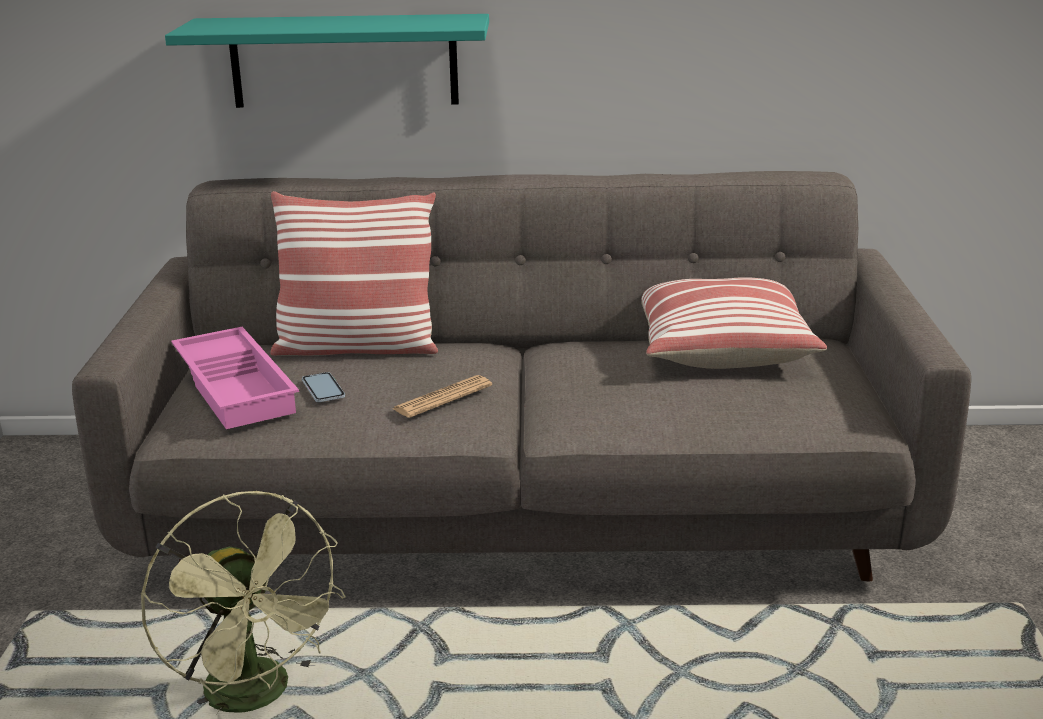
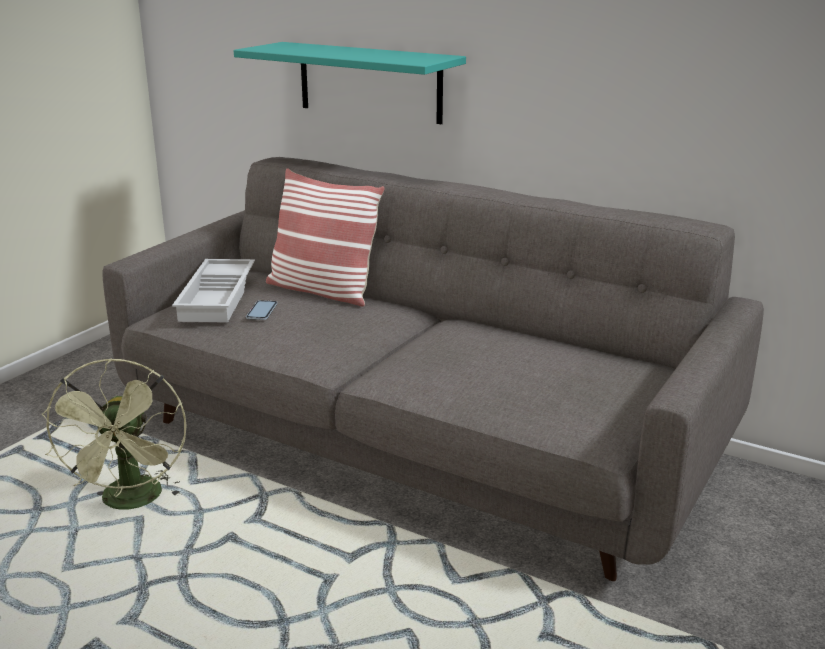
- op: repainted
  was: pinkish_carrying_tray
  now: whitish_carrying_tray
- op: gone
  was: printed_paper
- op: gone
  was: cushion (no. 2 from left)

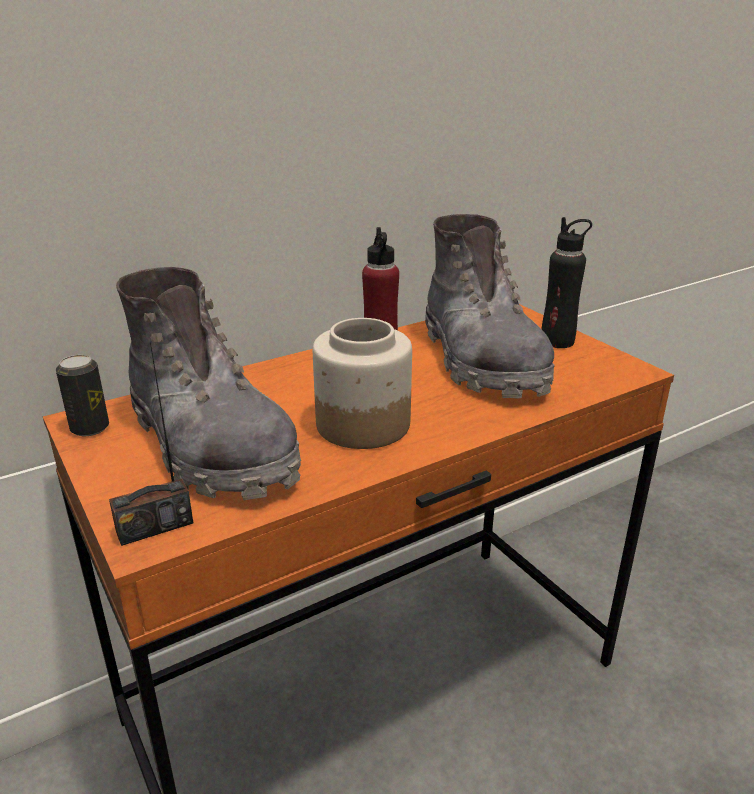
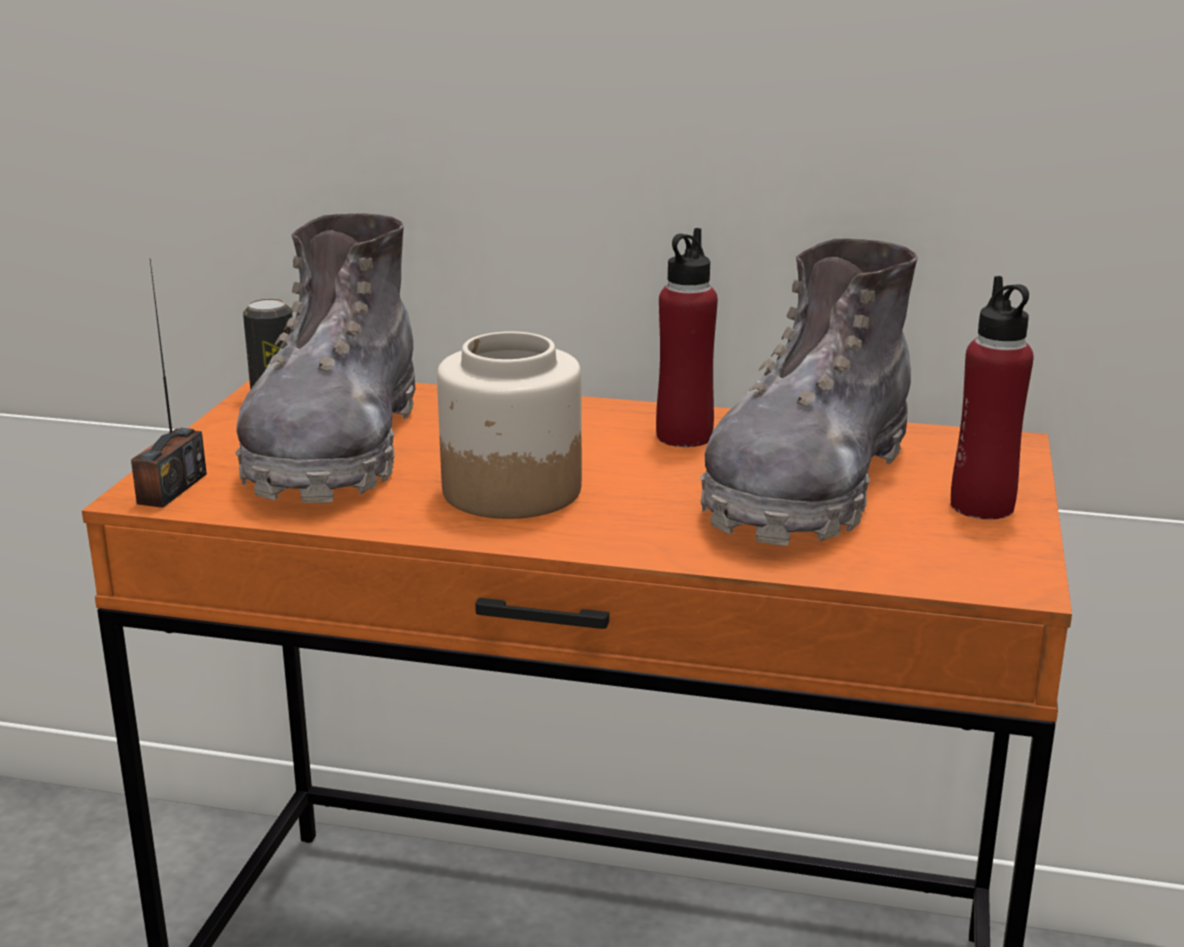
- op: rotated
  was: radio_set
  clockwise: -90
- op: repainted
  was: black_drink_bottle
  now: reddish_drink_bottle (no. 2 from left)

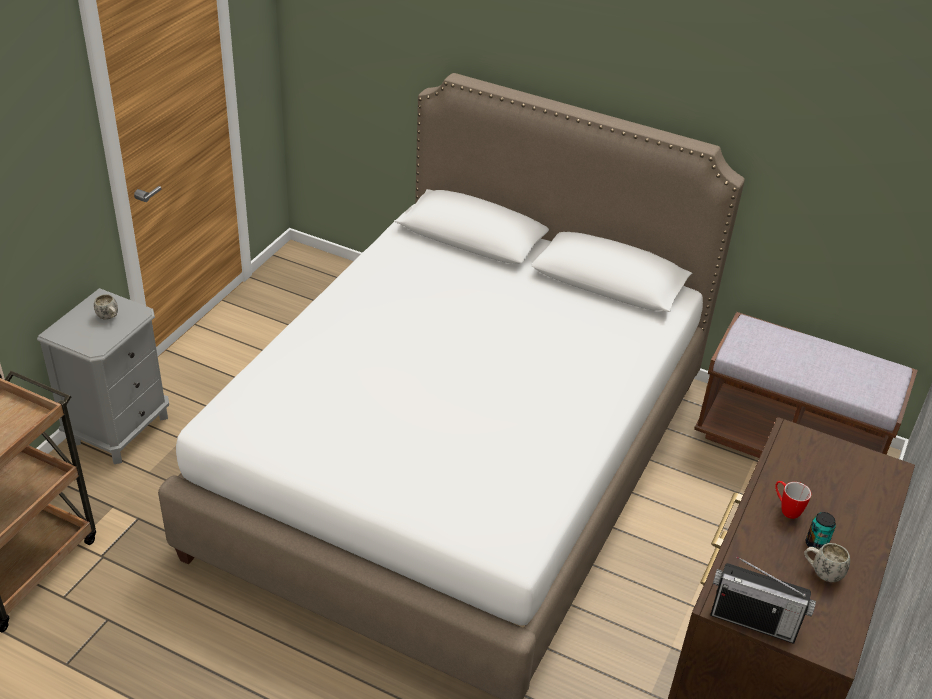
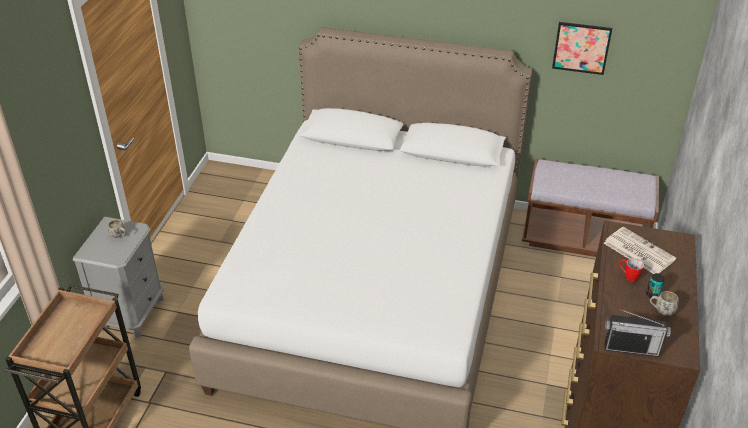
- op: new
  now: picture
- op: new
  now: printed_paper

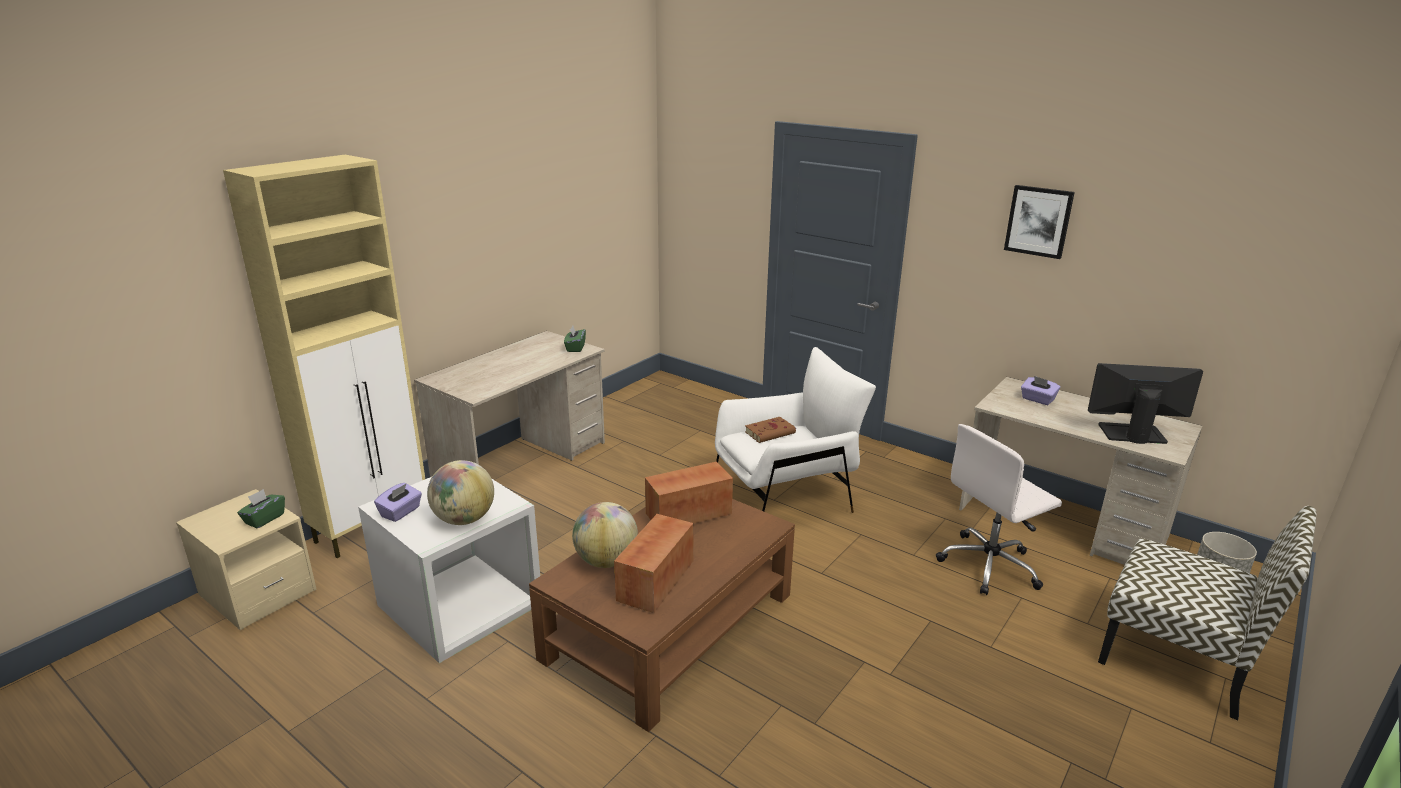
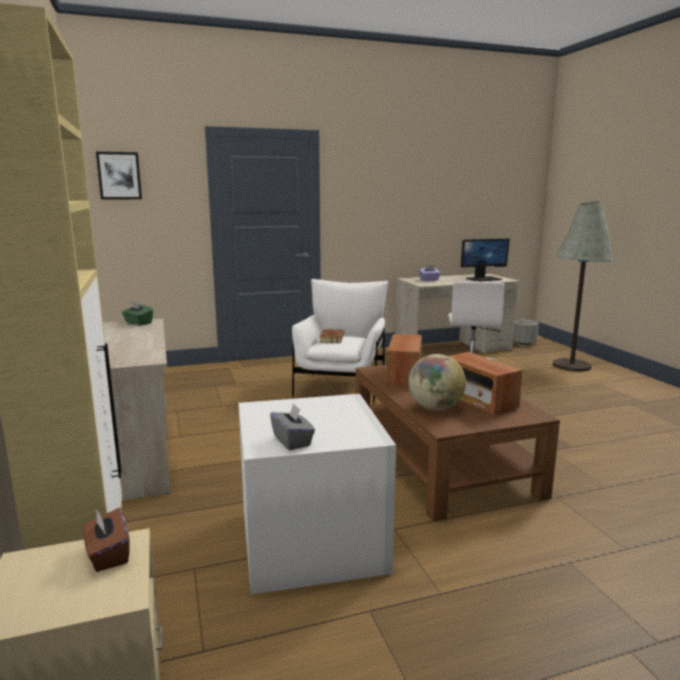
- op: repainted
  was: green-coloured_box_of_tissues (no. 1 from left)
  now: brown-coloured_box_of_tissues
- op: repainted
  was: purplish_box_of_tissues (no. 1 from left)
  now: grey_box_of_tissues
- op: gone
  was: desk_globe (no. 1 from left)
- op: shifted
  was: picture
- op: rotated
  was: monitor
  clockwise: -150
- op: swapped
  was: plain_chair
  now: grey_standing_lamp

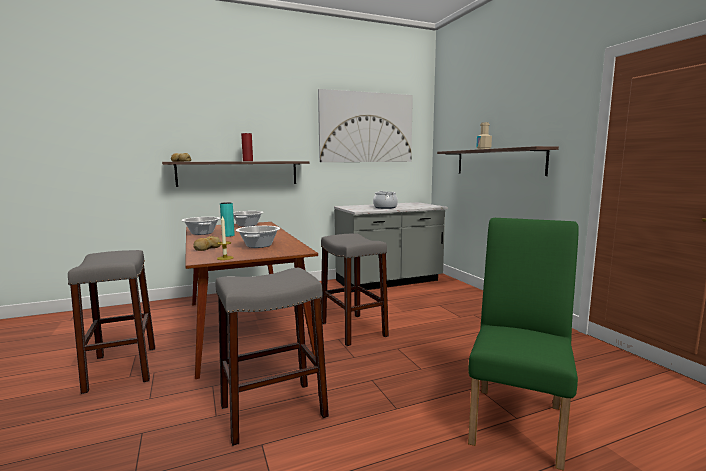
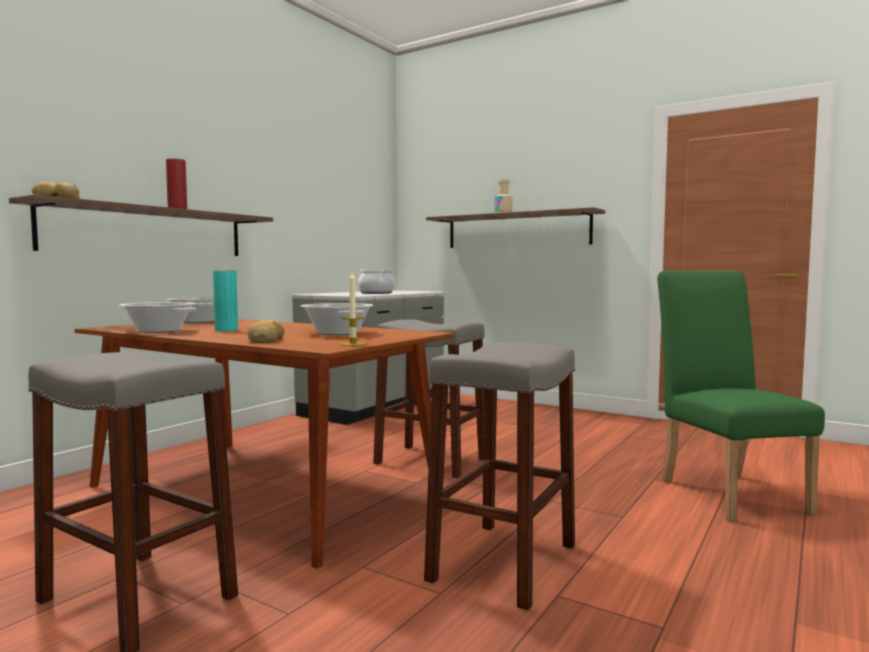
- op: gone
  was: picture

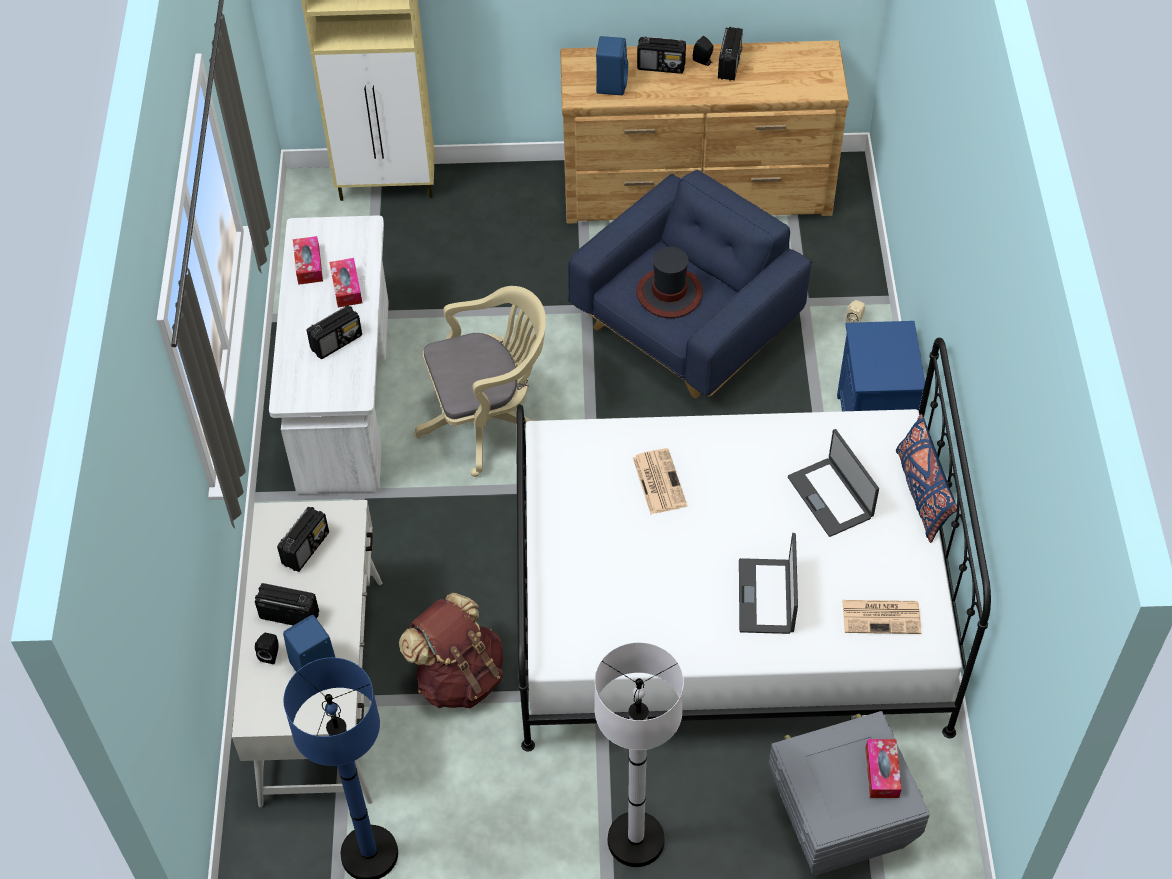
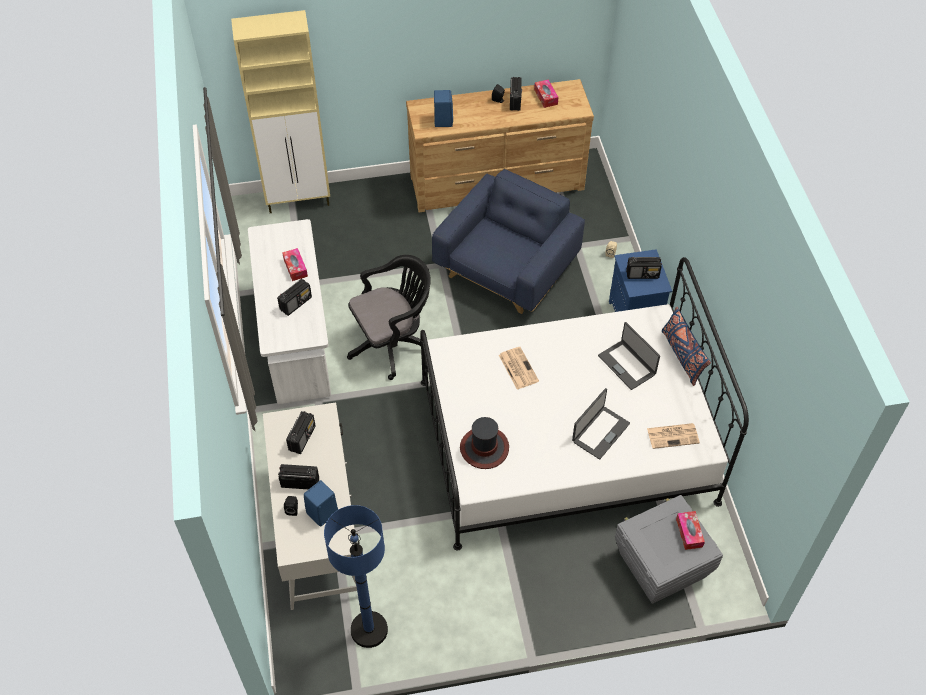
- op: shifted
  was: box_of_tissues (no. 1 from left in the first image)
  now: box_of_tissues (no. 2 from left)
- op: gone
  was: brown-coloured_backpack
- op: repainted
  was: beige-coloured_desk_chair
  now: black_desk_chair
- op: gone
  was: whitish_standing_lamp
- op: shifted
  was: clothing_hat
- op: shifted
  was: radio_set (no. 4 from left in the first image)
  now: radio_set (no. 5 from left)
- op: rotated
  was: portable_computer (no. 1 from left)
  clockwise: -135

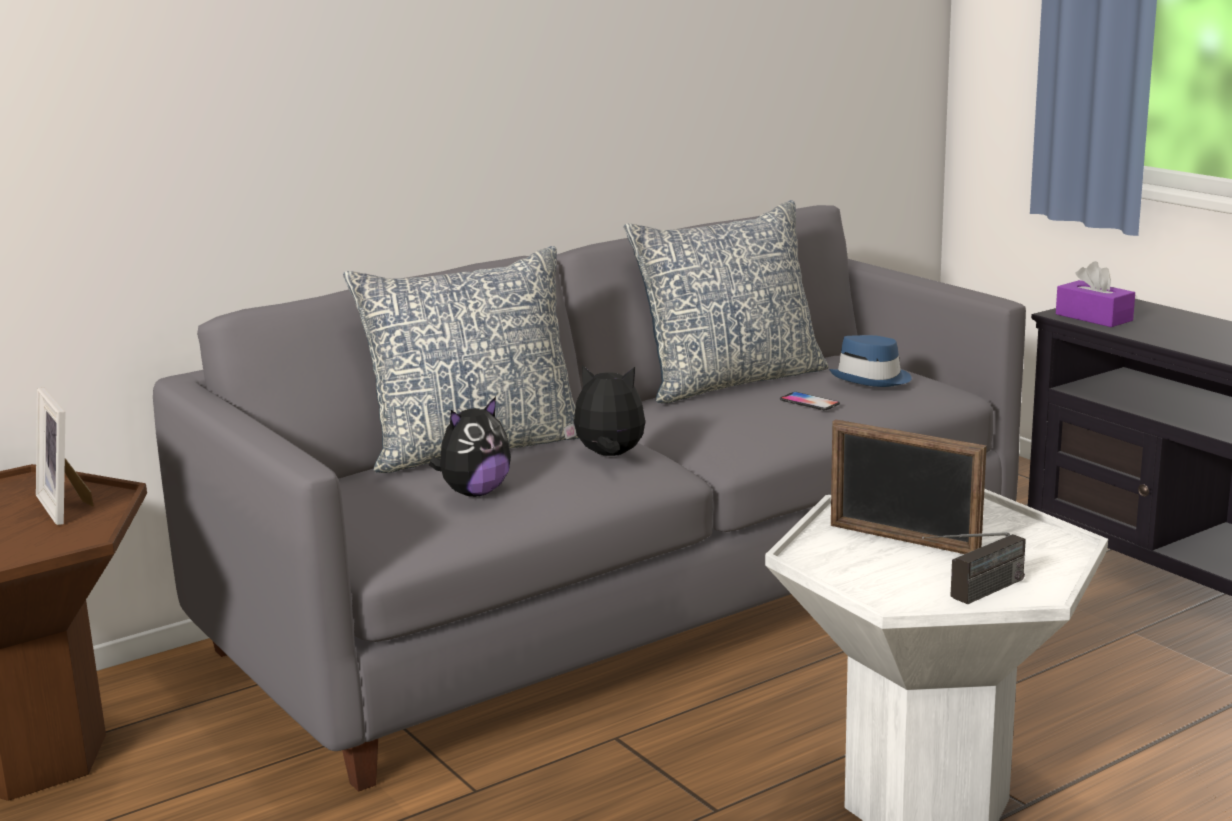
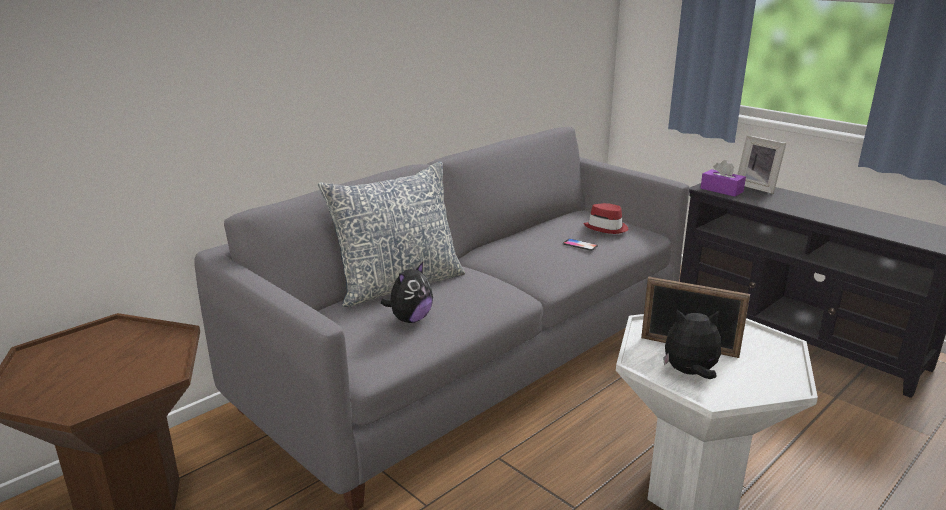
- op: shifted
  was: picture_frame (no. 1 from left in the first image)
  now: picture_frame (no. 2 from left)
- op: shifted
  was: plush_toy (no. 2 from left)
- op: gone
  was: cushion (no. 2 from left)
- op: repainted
  was: bluish_clothing_hat
  now: reddish_clothing_hat
- op: gone
  was: radio_set

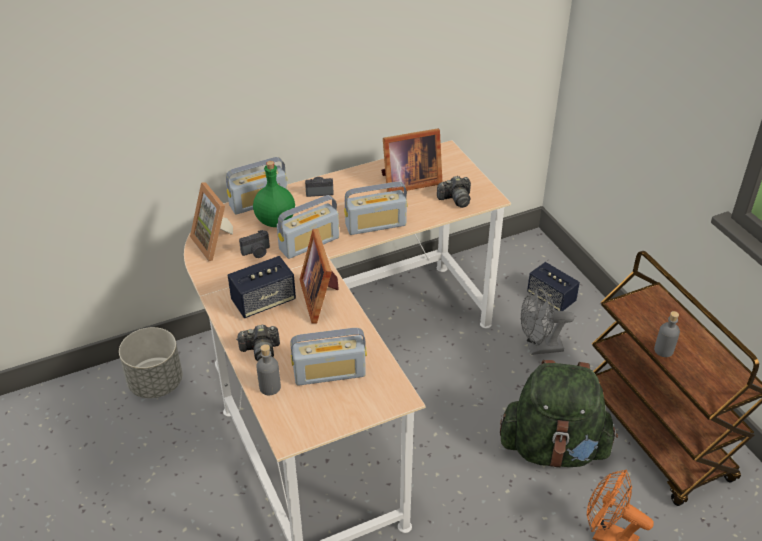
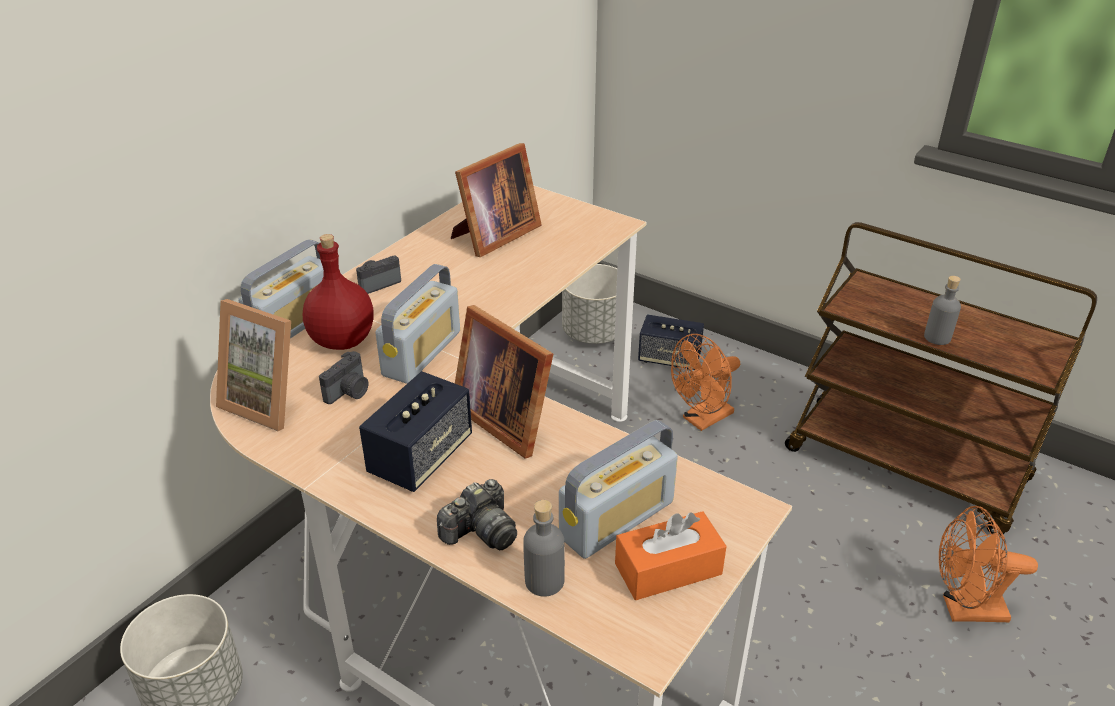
- op: repainted
  was: green-coloured_drink_bottle
  now: reddish_drink_bottle
- op: gone
  was: radio_set (no. 4 from left)
- op: gone
  was: still_camera (no. 4 from left)
- op: gone
  was: green-coloured_backpack
- op: repainted
  was: grey_fan
  now: orange_fan (no. 1 from left)
- op: new
  now: grey_flower_pot (no. 2 from left)
- op: new
  now: orange_box_of_tissues

